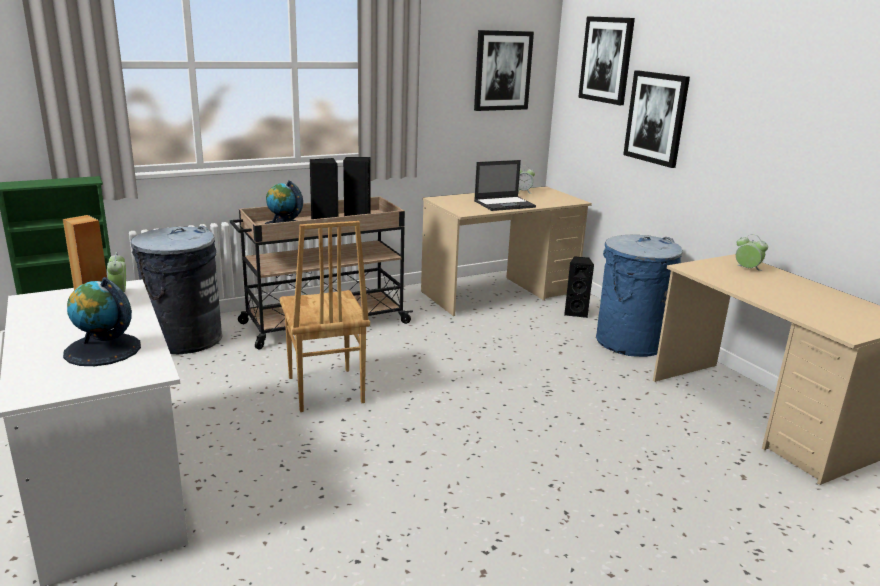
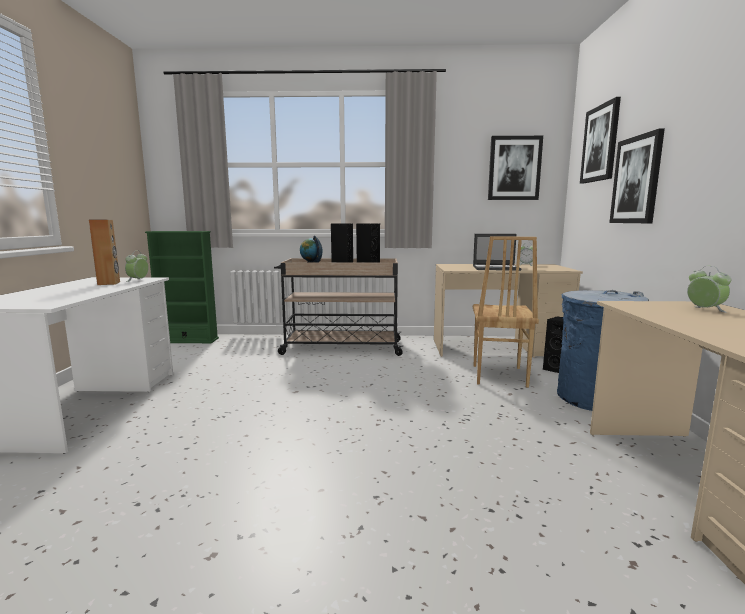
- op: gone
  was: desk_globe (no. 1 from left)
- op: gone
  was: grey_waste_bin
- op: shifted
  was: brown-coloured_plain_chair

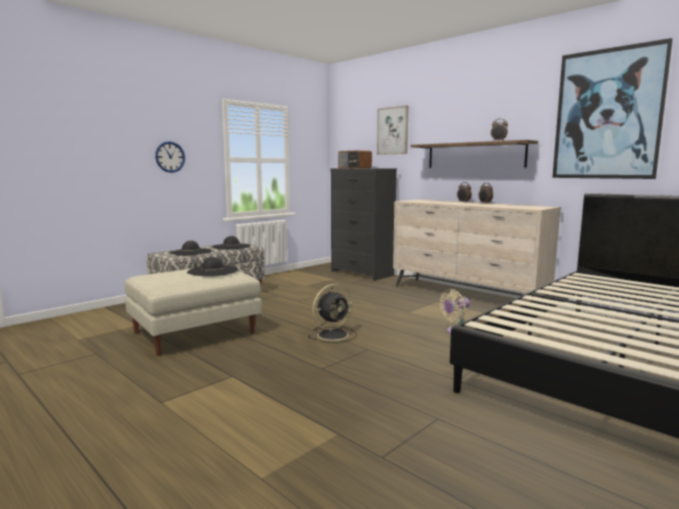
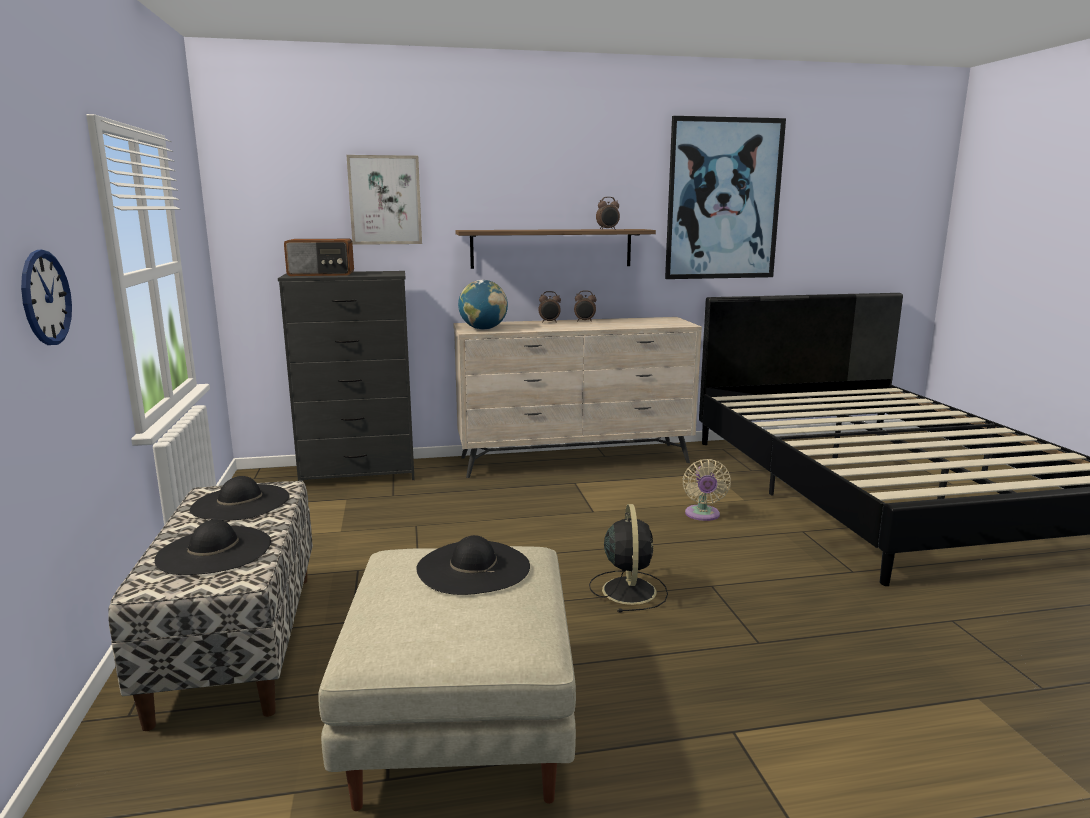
- op: new
  now: desk_globe

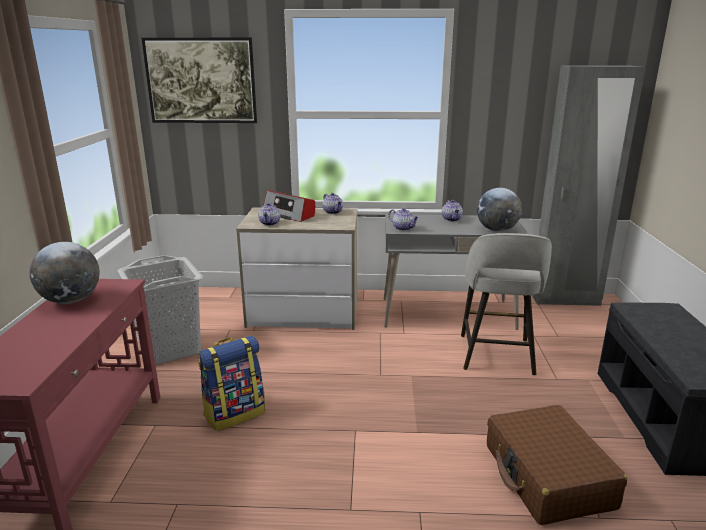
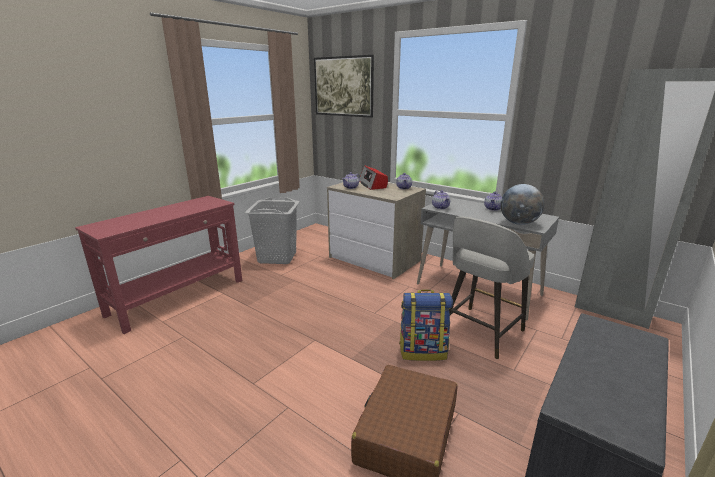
- op: gone
  was: desk_globe (no. 1 from left)
- op: shifted
  was: backpack

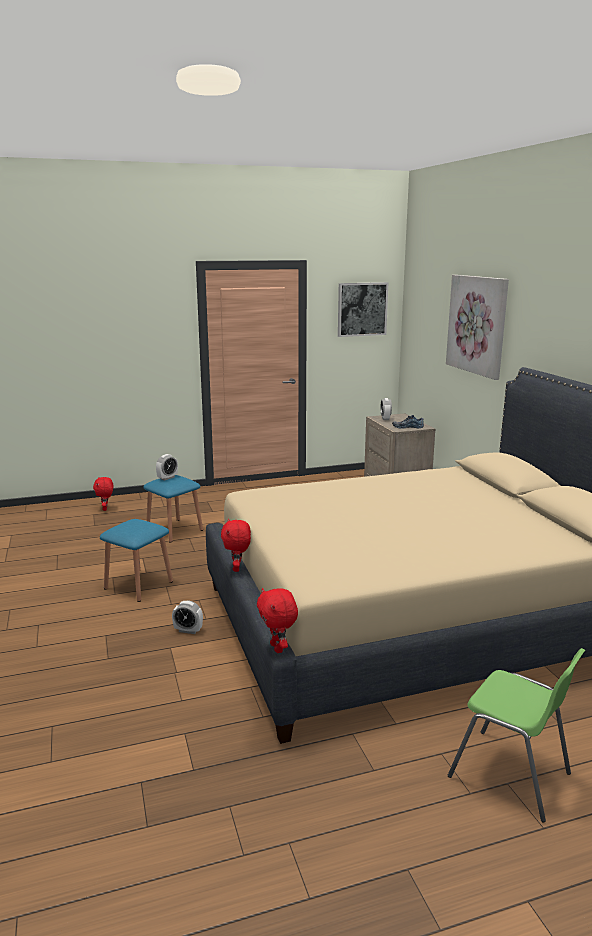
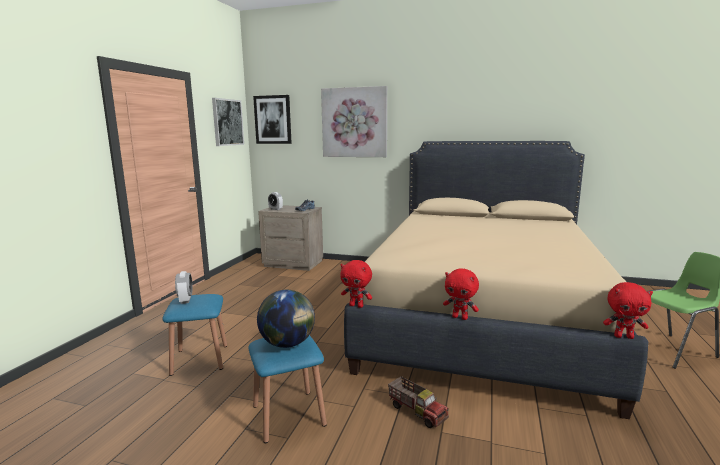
- op: shifted
  was: reddish_plush_toy (no. 1 from left)
- op: swapped
  was: table_clock (no. 2 from left)
  now: toy_lorry
- op: new
  now: picture (no. 2 from left)
- op: new
  now: desk_globe

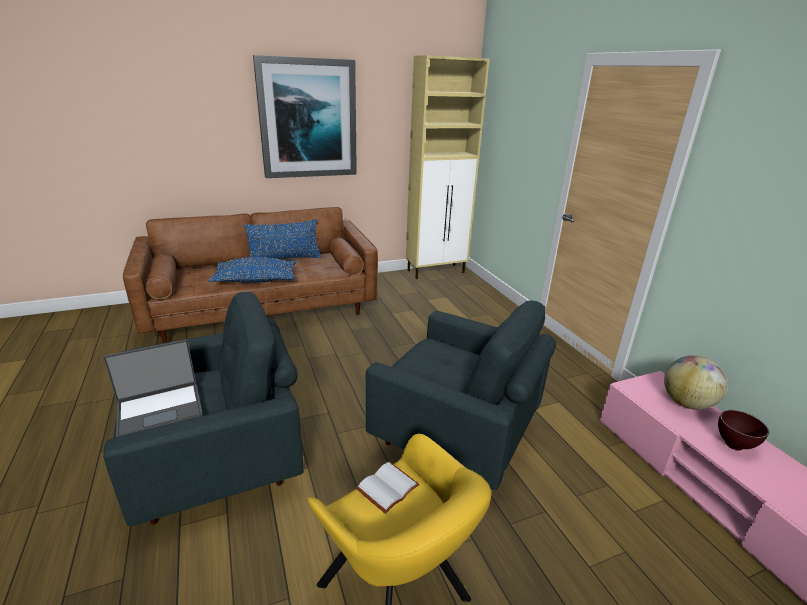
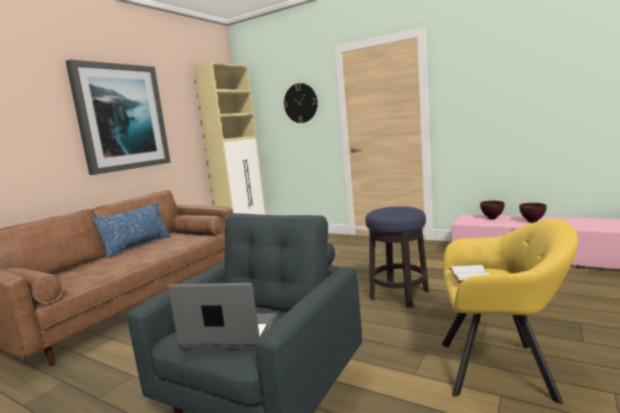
- op: rotated
  was: portable_computer
  clockwise: -105
- op: gone
  was: bluish_cushion (no. 1 from left)
- op: swapped
  was: grey_lounge_chair (no. 2 from left)
  now: stool_seat
- op: swapped
  was: desk_globe
  now: brown-coloured_bowl (no. 1 from left)
- op: new
  now: clock_on_the_wall

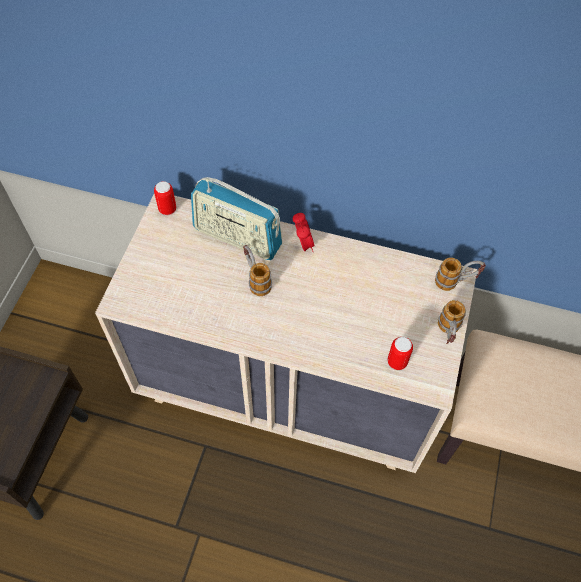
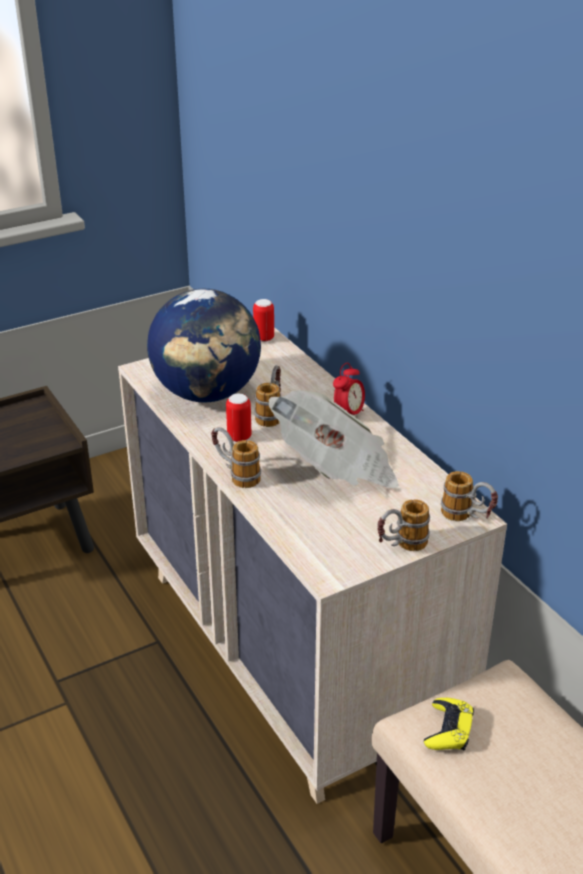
- op: gone
  was: radio_set
- op: shifted
  was: sealed_can (no. 2 from left in the first image)
  now: sealed_can (no. 1 from left)
- op: new
  now: desk_globe
- op: new
  now: coffee_mug (no. 1 from left)
- op: new
  now: printed_paper
- op: new
  now: yellow-coloured_gamepad

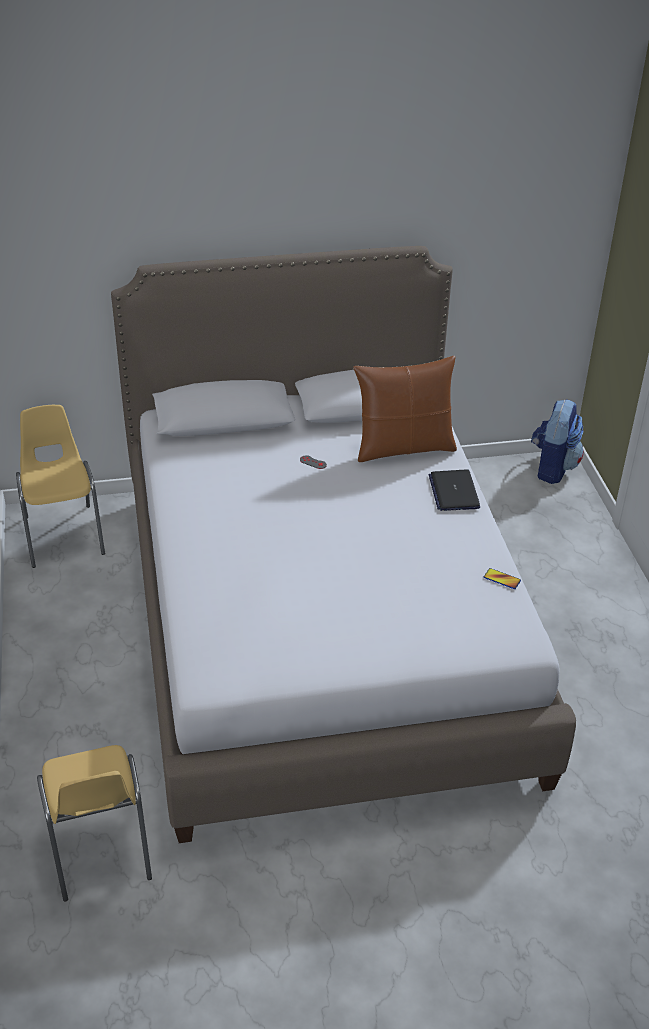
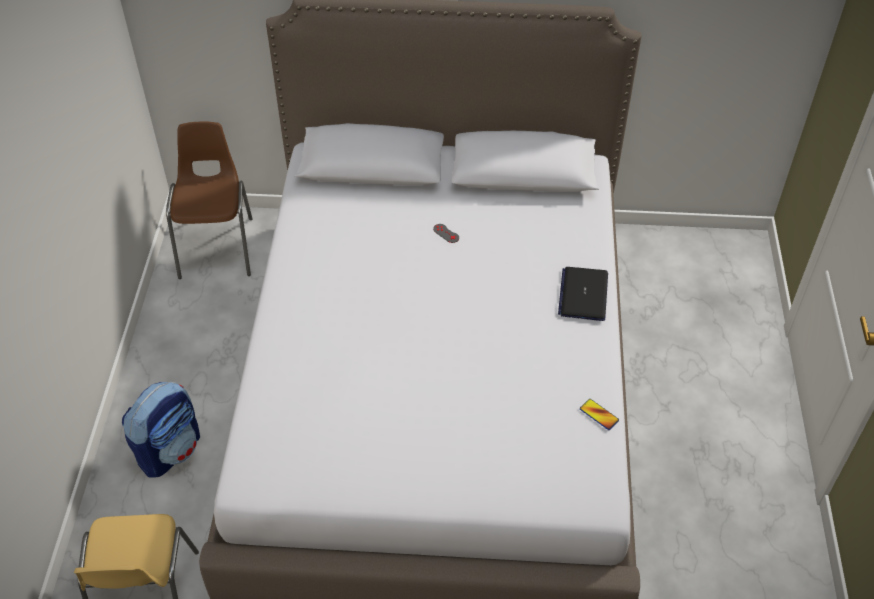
- op: repainted
  was: yellow-coloured_plain_chair (no. 1 from left)
  now: brown-coloured_plain_chair
- op: gone
  was: brown-coloured_cushion
- op: shifted
  was: backpack

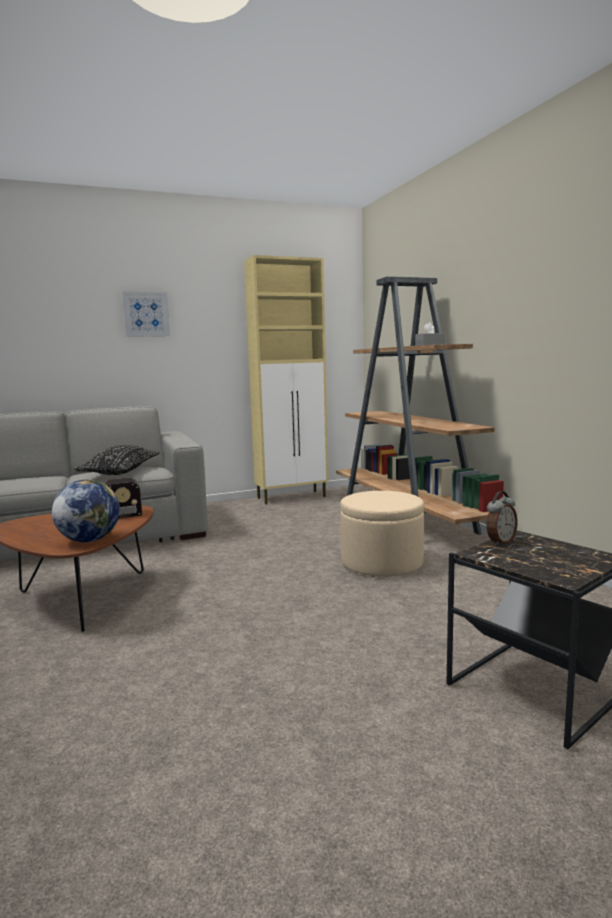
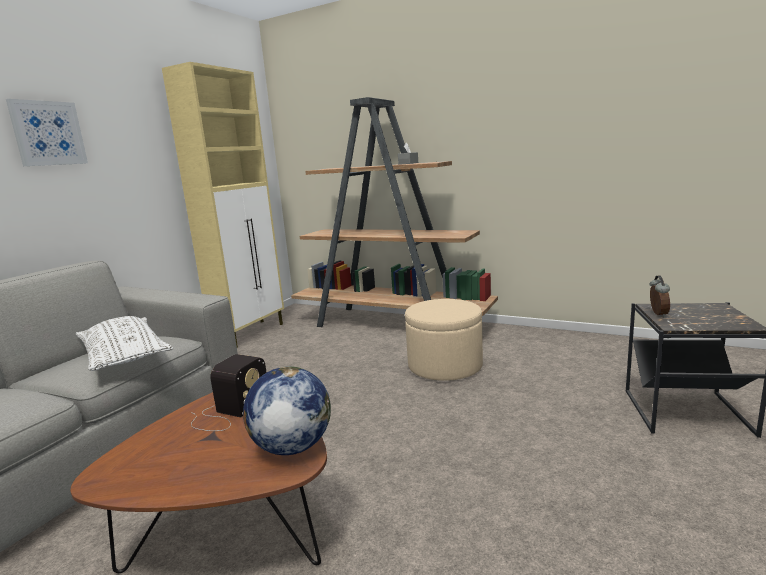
- op: repainted
  was: black_cushion
  now: whitish_cushion

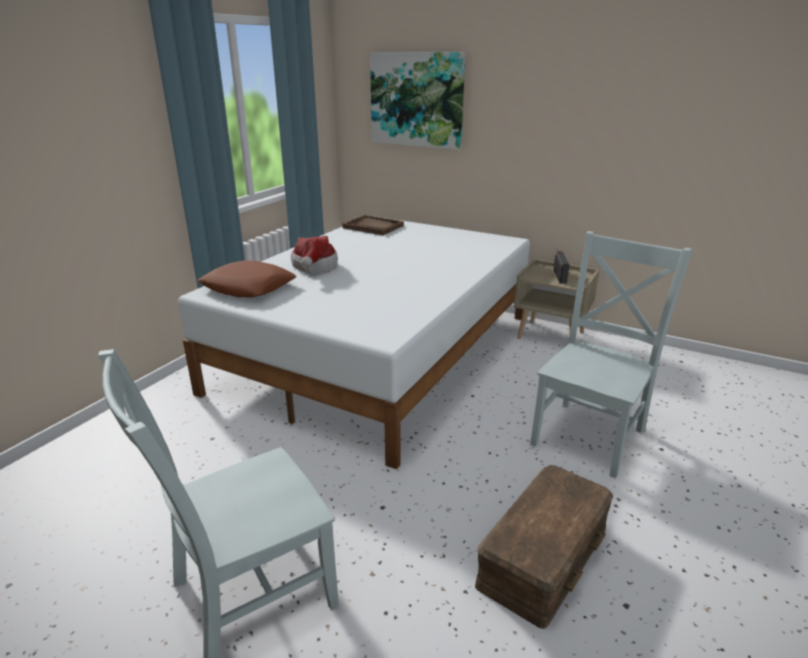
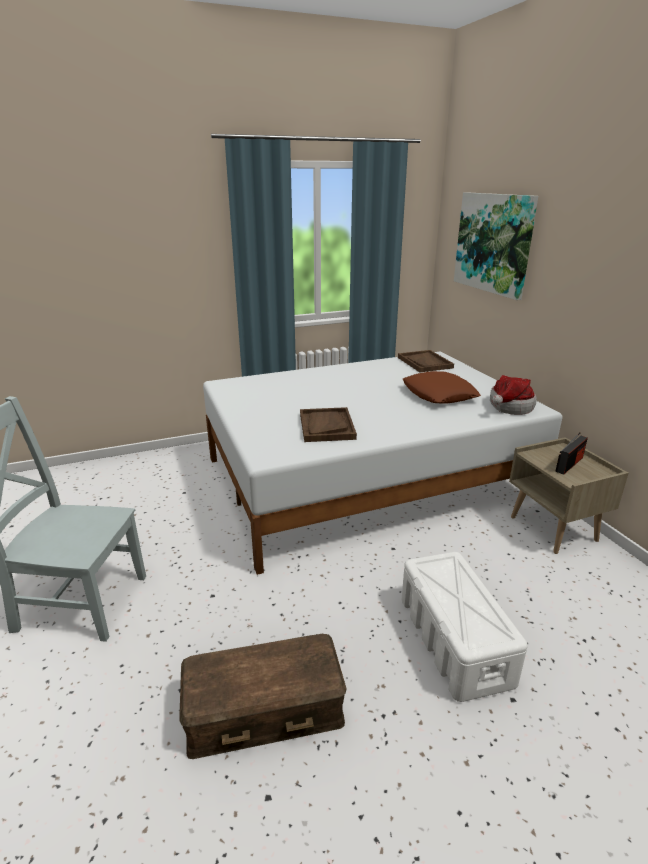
- op: shifted
  was: brown-coloured_cushion
- op: shifted
  was: clothing_hat
- op: swapped
  was: grey_plain_chair (no. 2 from left)
  now: whitish_storage_bin
- op: new
  now: brown-coloured_carrying_tray (no. 1 from left)

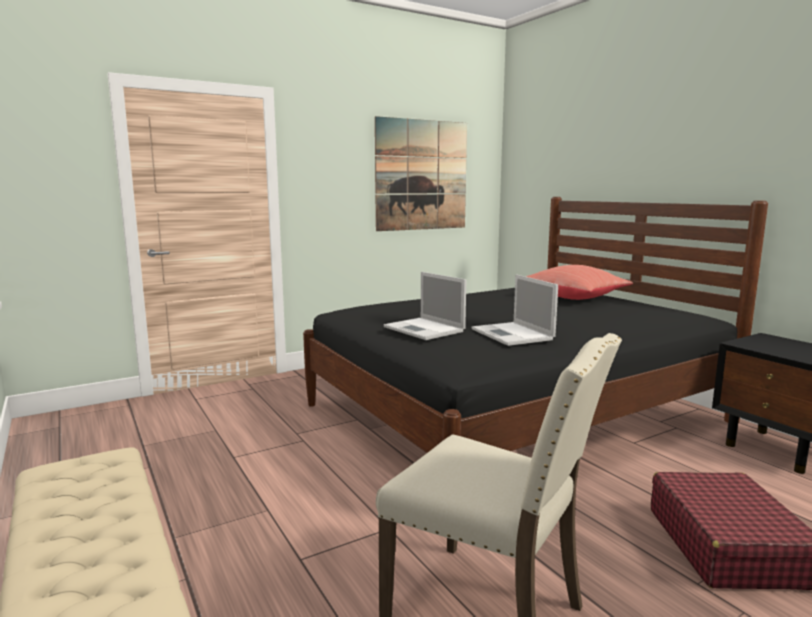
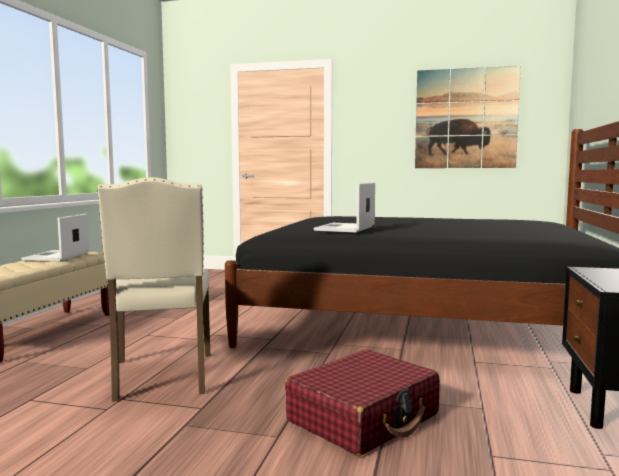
- op: shifted
  was: portable_computer (no. 1 from left)
- op: gone
  was: reddish_cushion

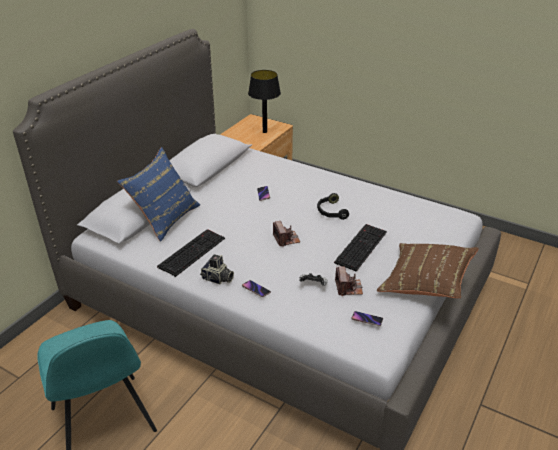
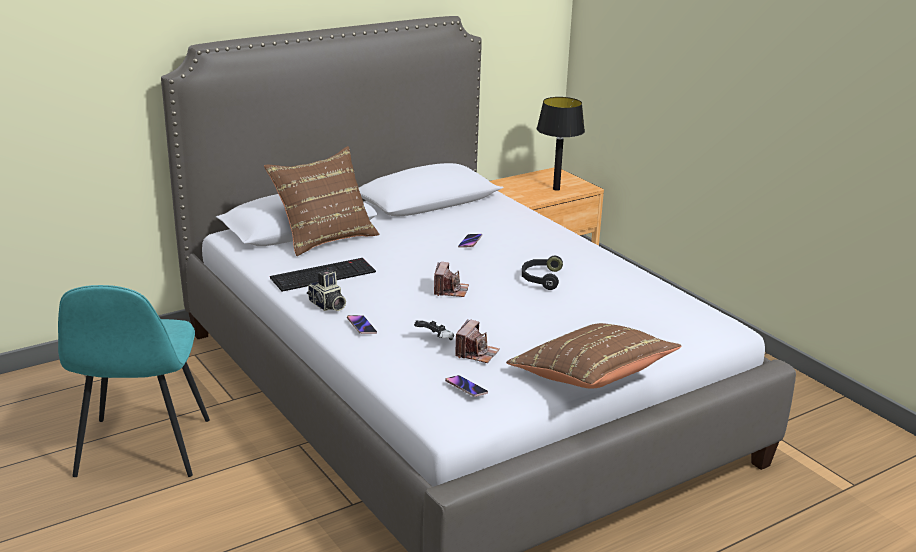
- op: repainted
  was: bluish_cushion
  now: brown-coloured_cushion (no. 1 from left)
- op: gone
  was: PC_keyboard (no. 2 from left)

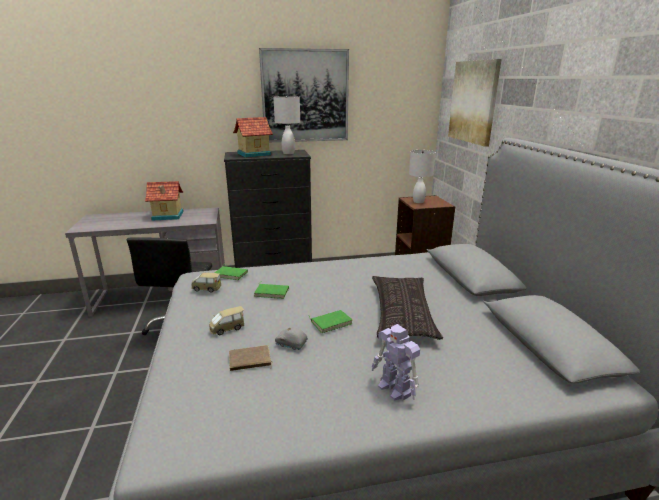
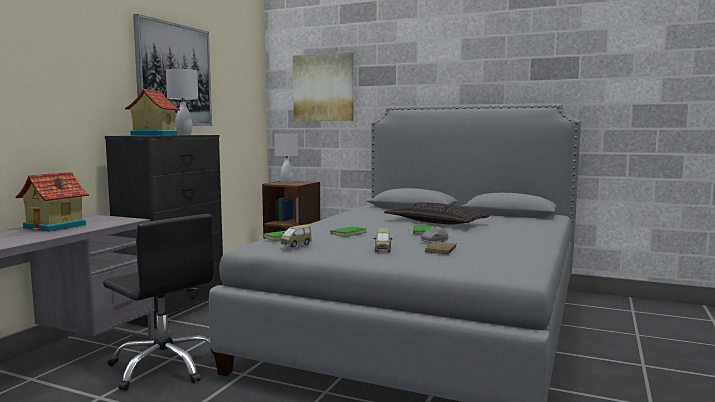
- op: gone
  was: toy_robot

